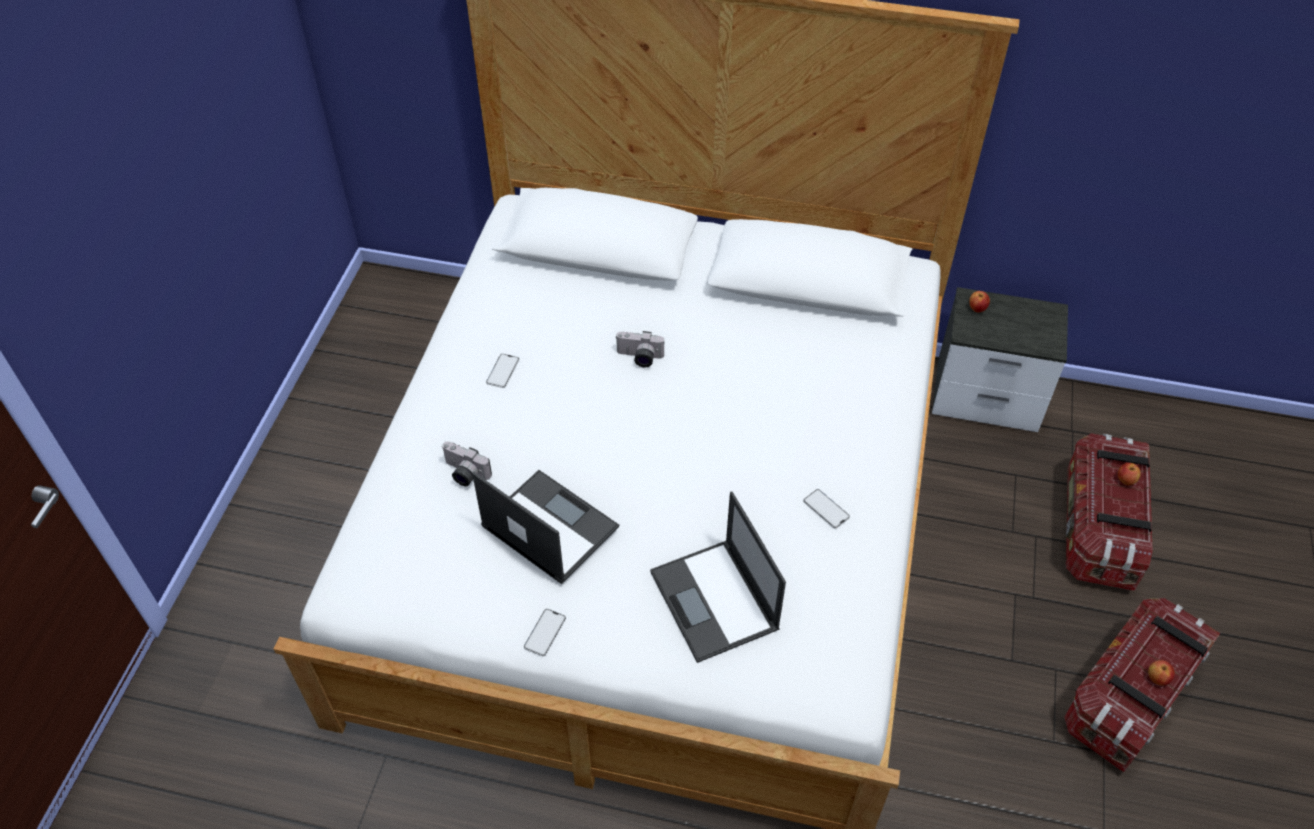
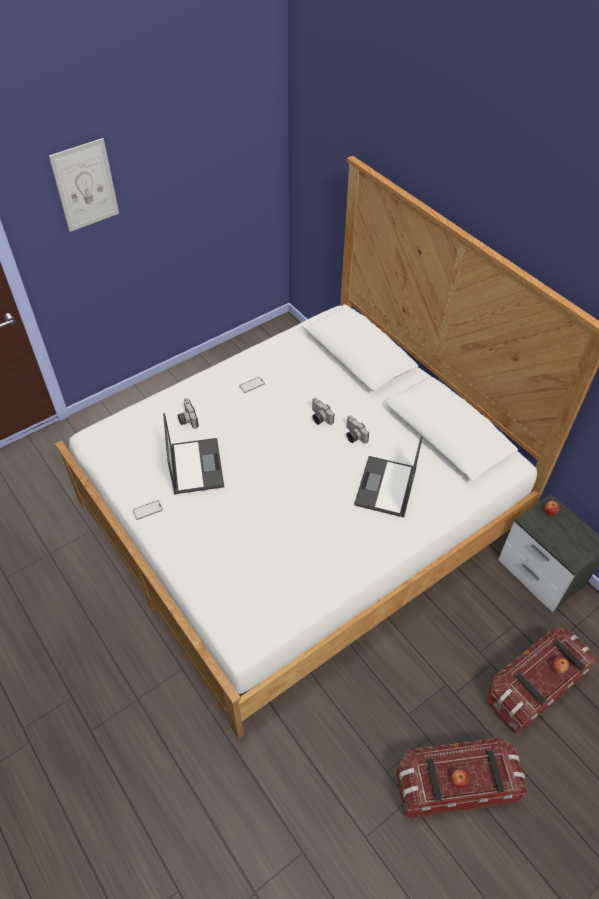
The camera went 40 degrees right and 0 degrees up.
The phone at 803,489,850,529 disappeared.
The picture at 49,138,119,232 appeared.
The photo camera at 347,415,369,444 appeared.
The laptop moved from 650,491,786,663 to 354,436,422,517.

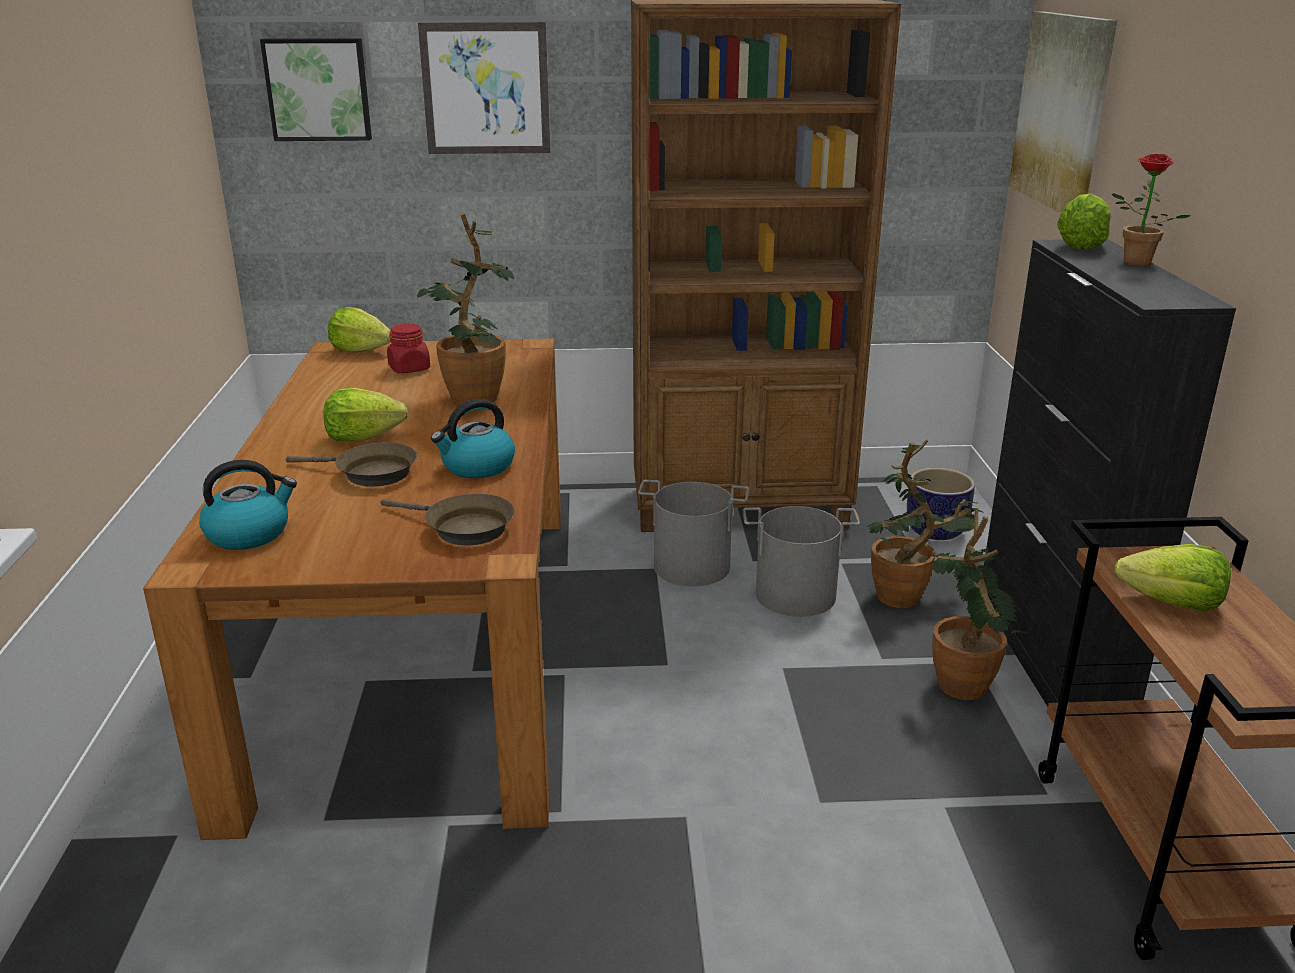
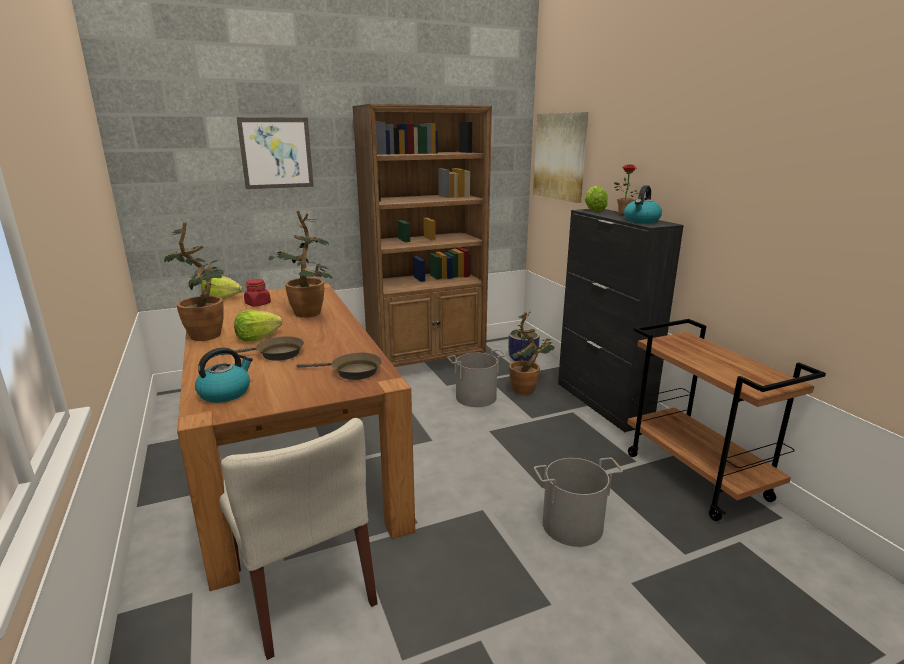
The camera went 20 degrees left and 5 degrees down.
The picture at 260,38,372,141 disappeared.
The lettuce at 1114,544,1231,611 disappeared.
The chair/beige at 219,418,378,660 appeared.
The kettle moved from 431,399,515,478 to 624,185,662,223.
The bucket/grey moved from 638,480,749,586 to 534,457,623,547.
The potted plant moved from 932,508,1027,700 to 164,221,224,341.

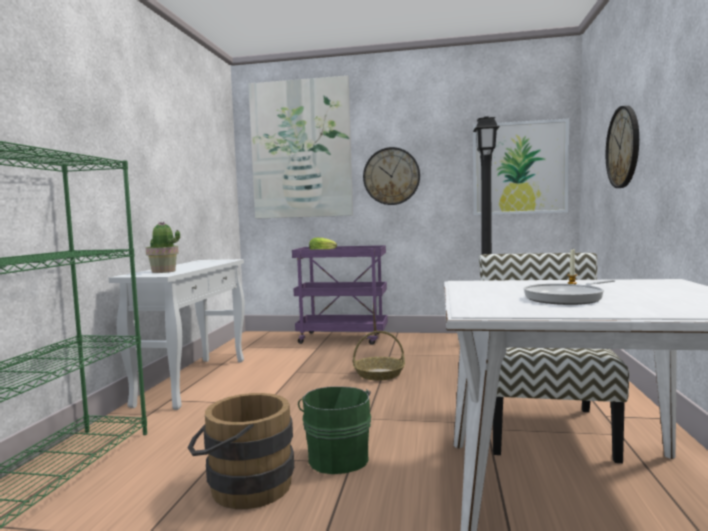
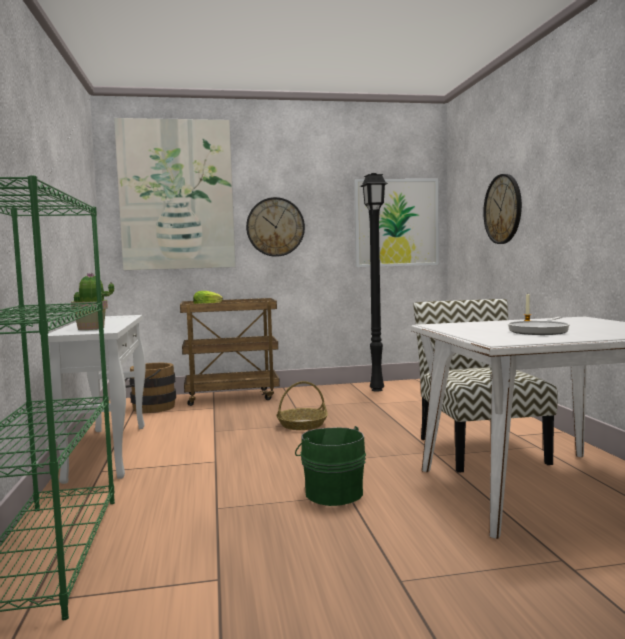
The camera went 20 degrees left and 0 degrees up.
The bucket/brown moved from 188,393,294,509 to 125,363,176,413.
The cart/purple at 292,245,388,345 became the cart/brown at 180,298,280,406.

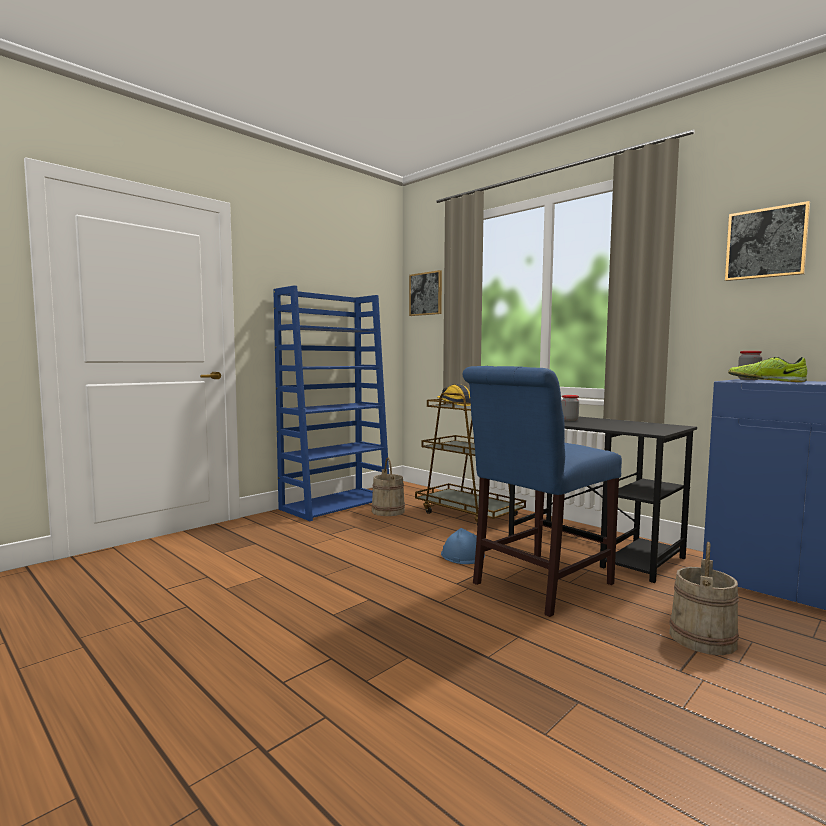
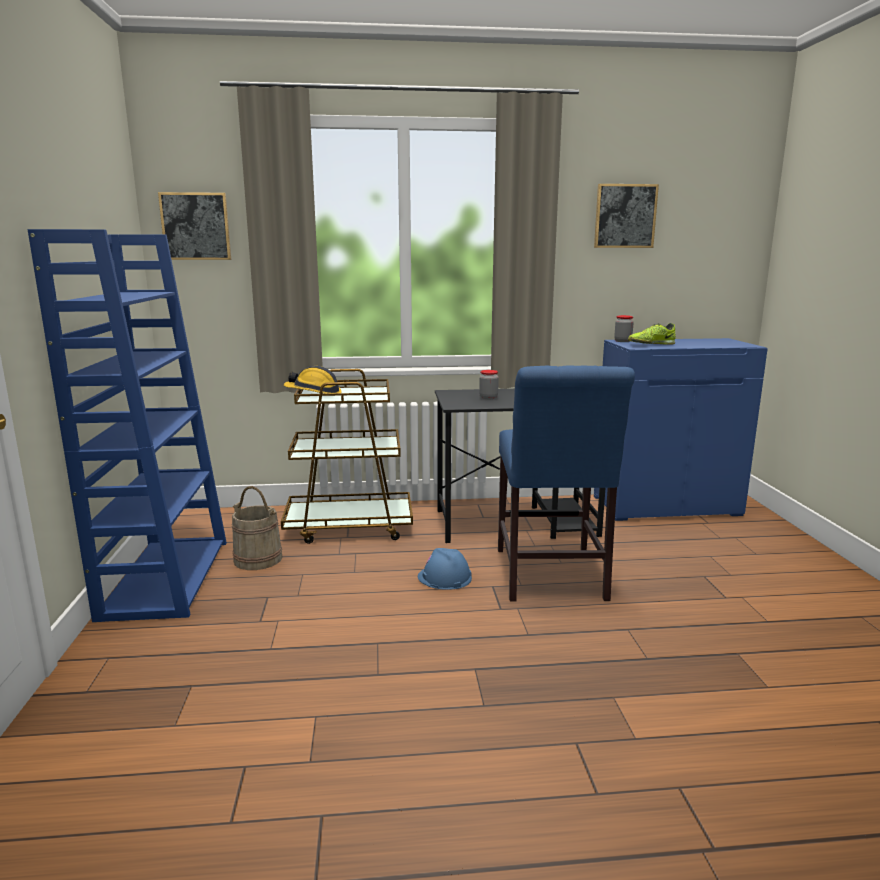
The camera went 50 degrees left and 10 degrees up.
The bucket/beige at 669,542,739,655 disappeared.

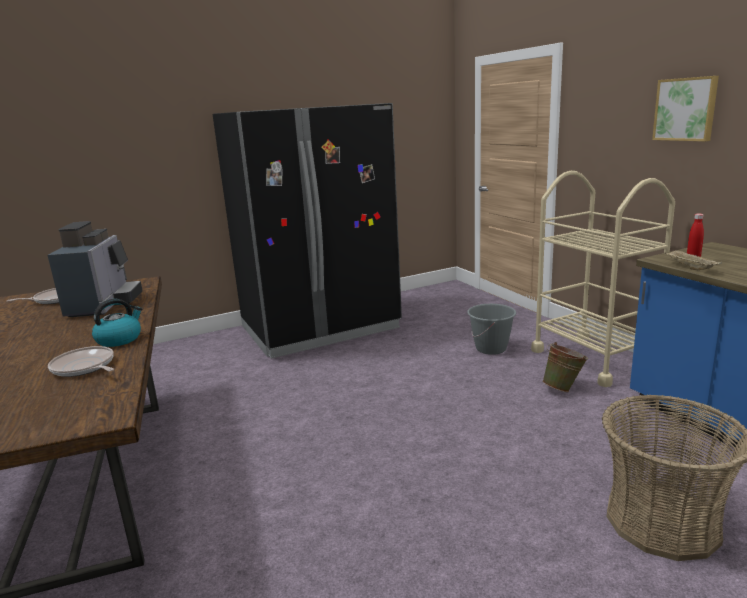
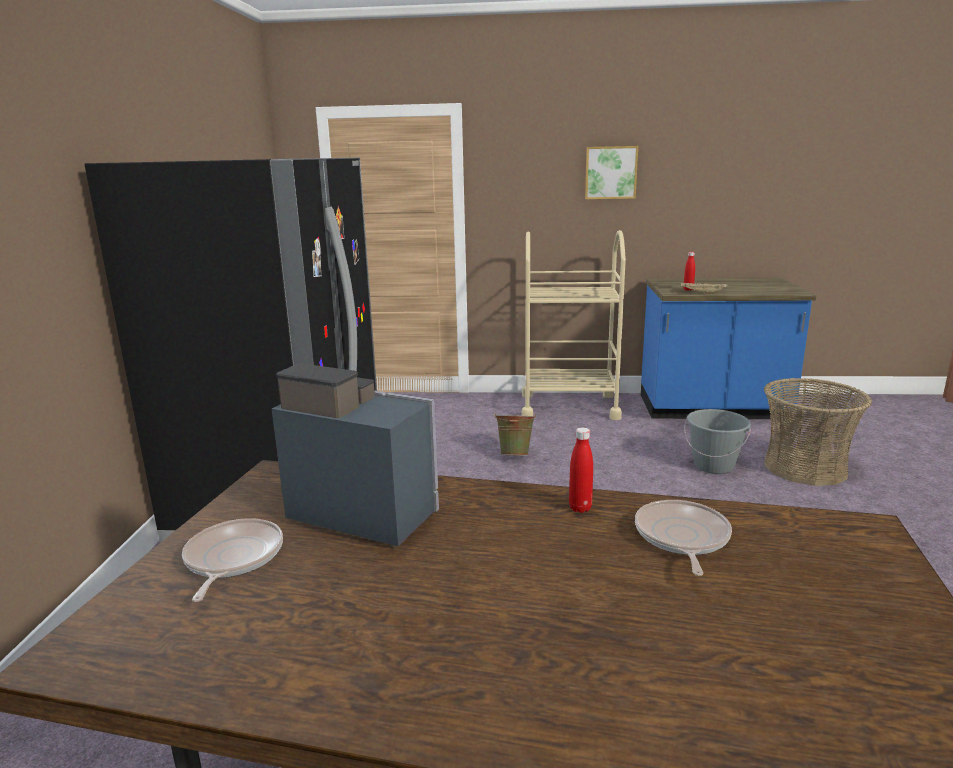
The camera went 60 degrees left and 0 degrees up.
The bucket/grey moved from 467,304,516,355 to 684,409,751,474.
The bucket/green moved from 542,342,589,392 to 494,414,536,456.
The kettle at 92,299,142,347 was replaced by the bottle/red at 569,427,593,513.
The frying pan at 48,346,114,377 turned 120 degrees clockwise.

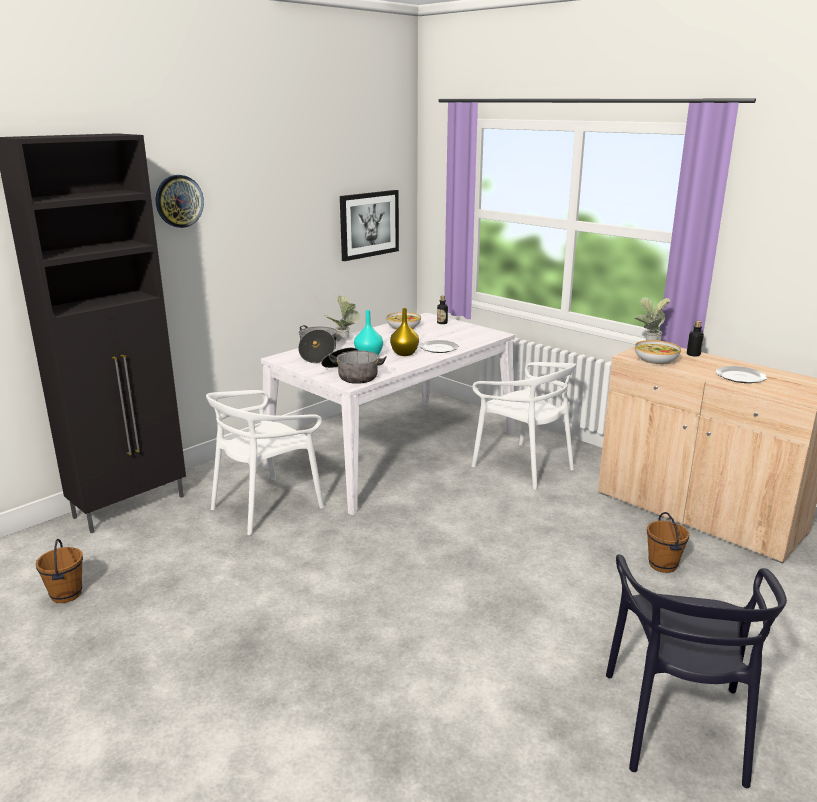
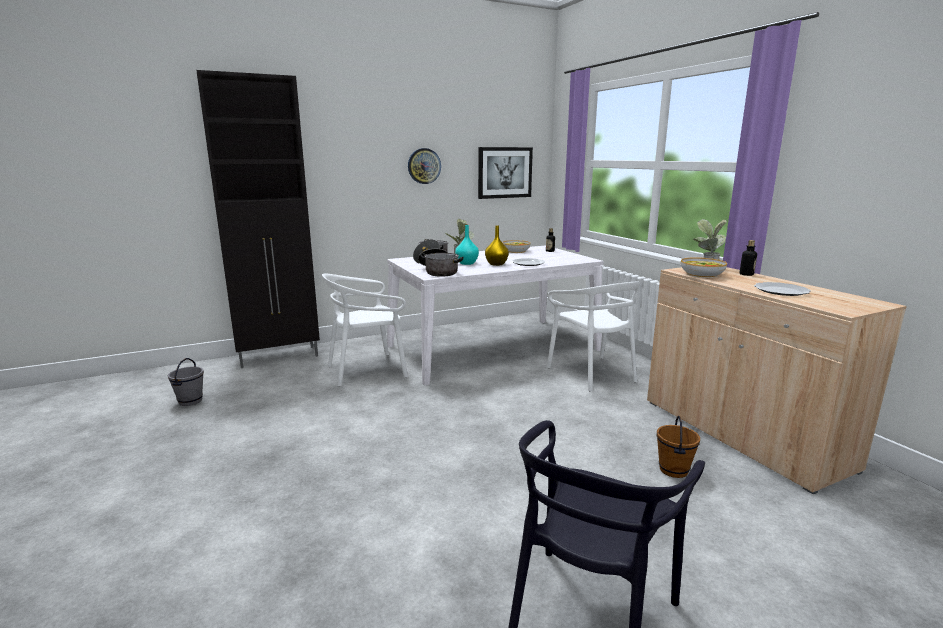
The camera went 20 degrees right and 5 degrees down.
The wall clock moved from 156,175,204,228 to 408,148,441,184.
The bucket/brown at 36,539,83,603 became the bucket/grey at 168,358,204,406.

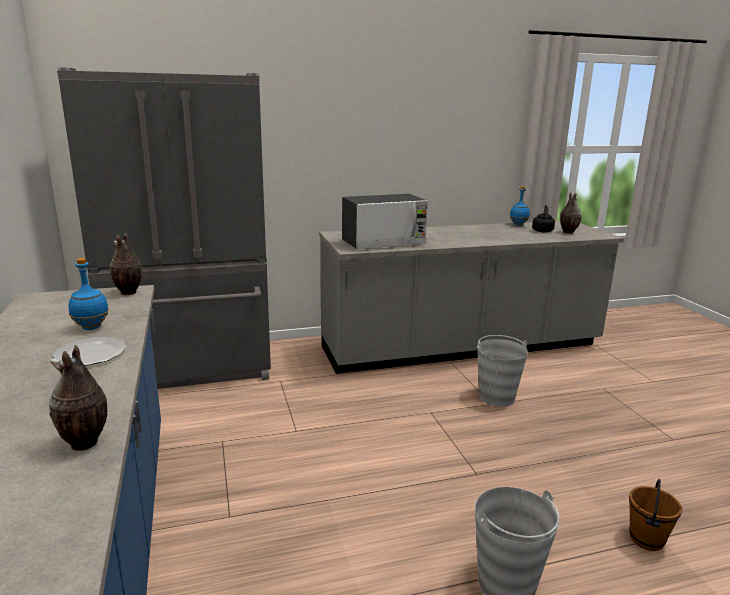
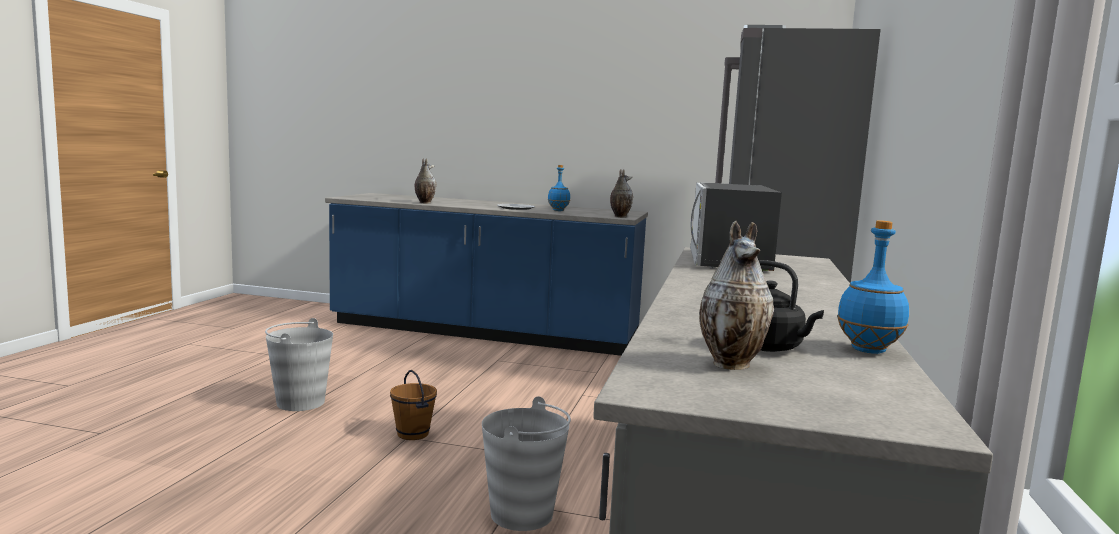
The camera went 120 degrees right and 10 degrees down.
The bucket/brown moved from 629,479,682,551 to 390,370,437,440.

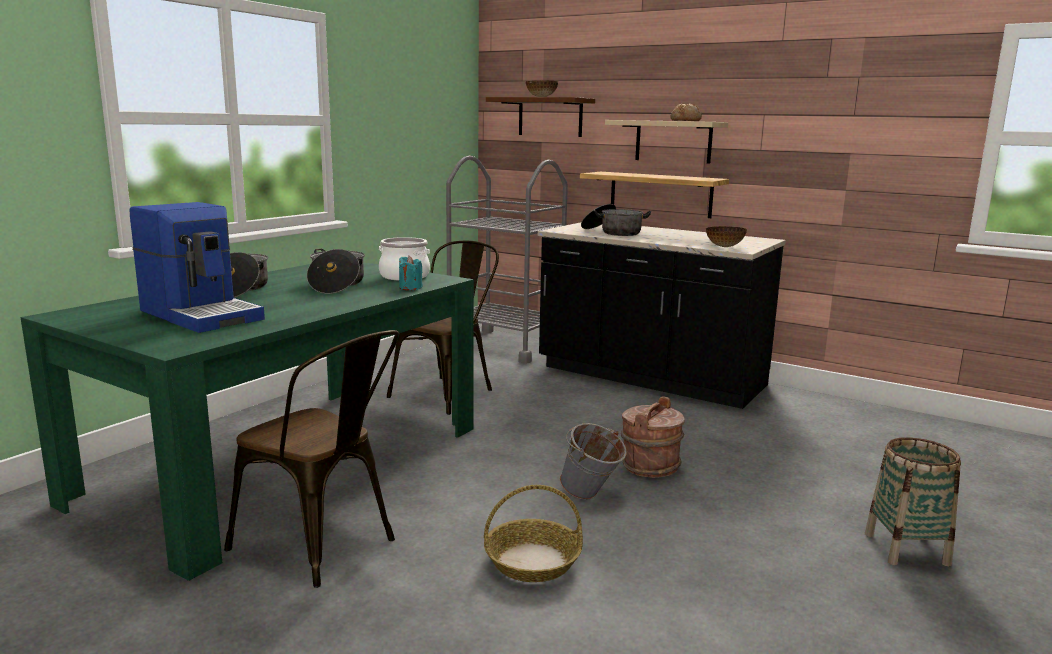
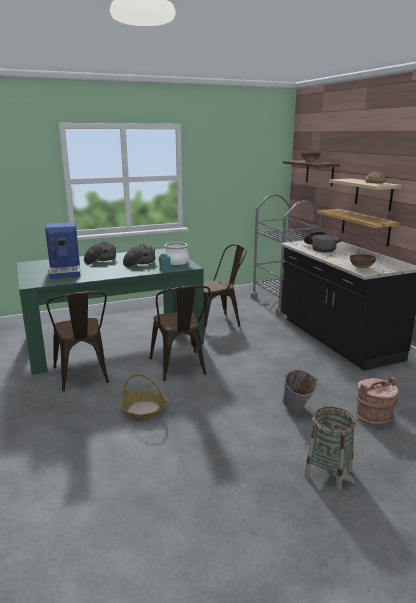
The camera went 35 degrees right and 5 degrees up.
The chair/brown at 149,286,210,381 appeared.
The bucket/grey moved from 560,423,627,500 to 283,369,318,411.
The bucket/brown moved from 621,396,685,478 to 355,377,398,426.

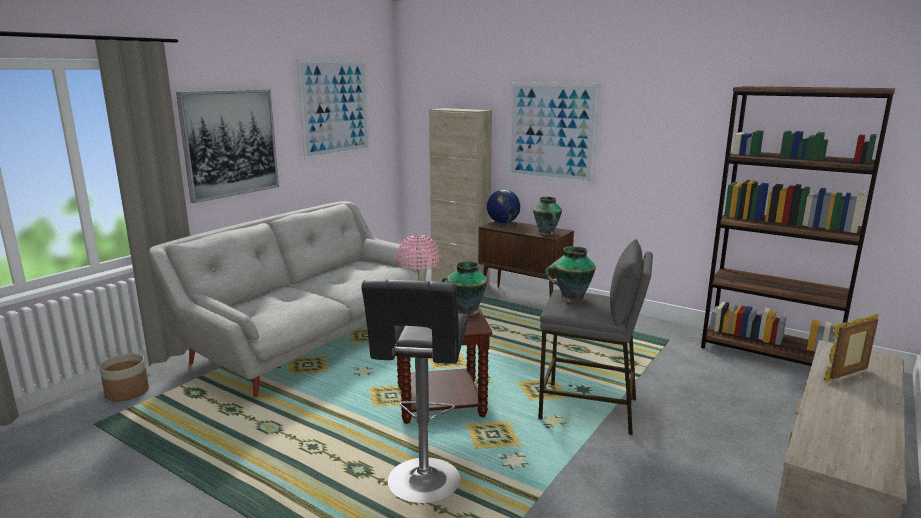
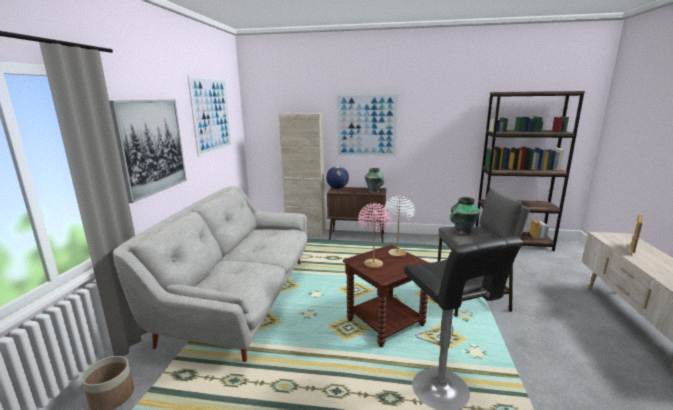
The camera went 25 degrees left and 0 degrees up.
The vase at 442,261,488,315 was replaced by the table lamp/white at 384,196,415,257.

